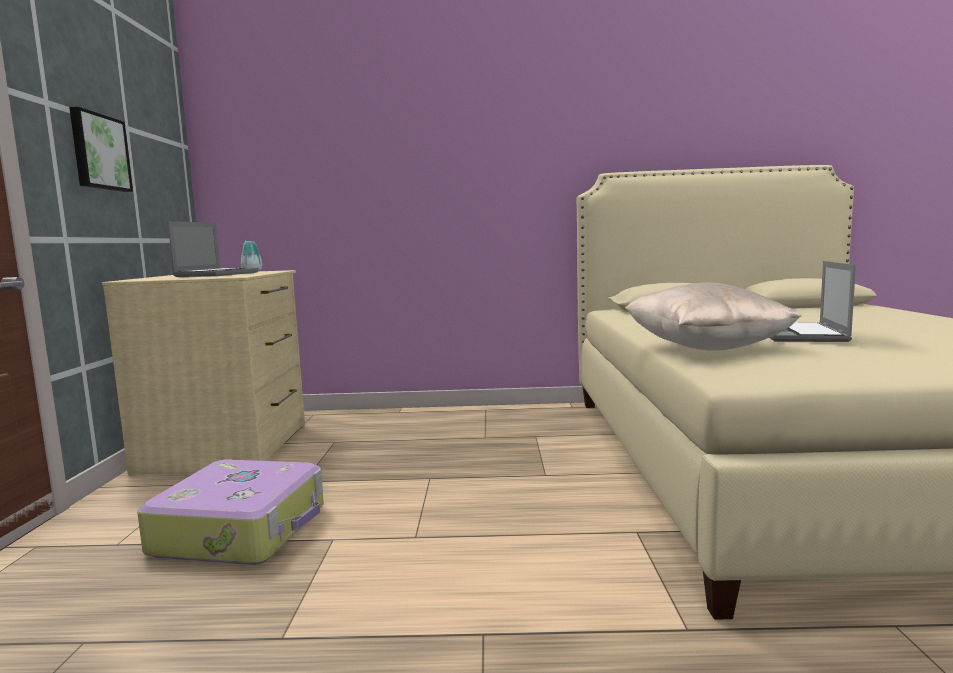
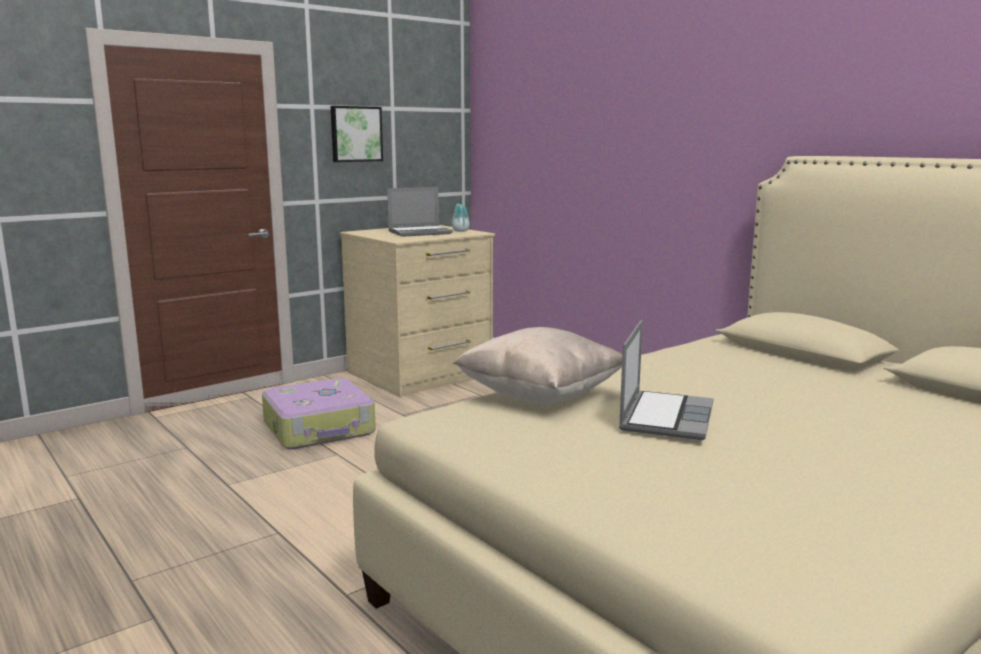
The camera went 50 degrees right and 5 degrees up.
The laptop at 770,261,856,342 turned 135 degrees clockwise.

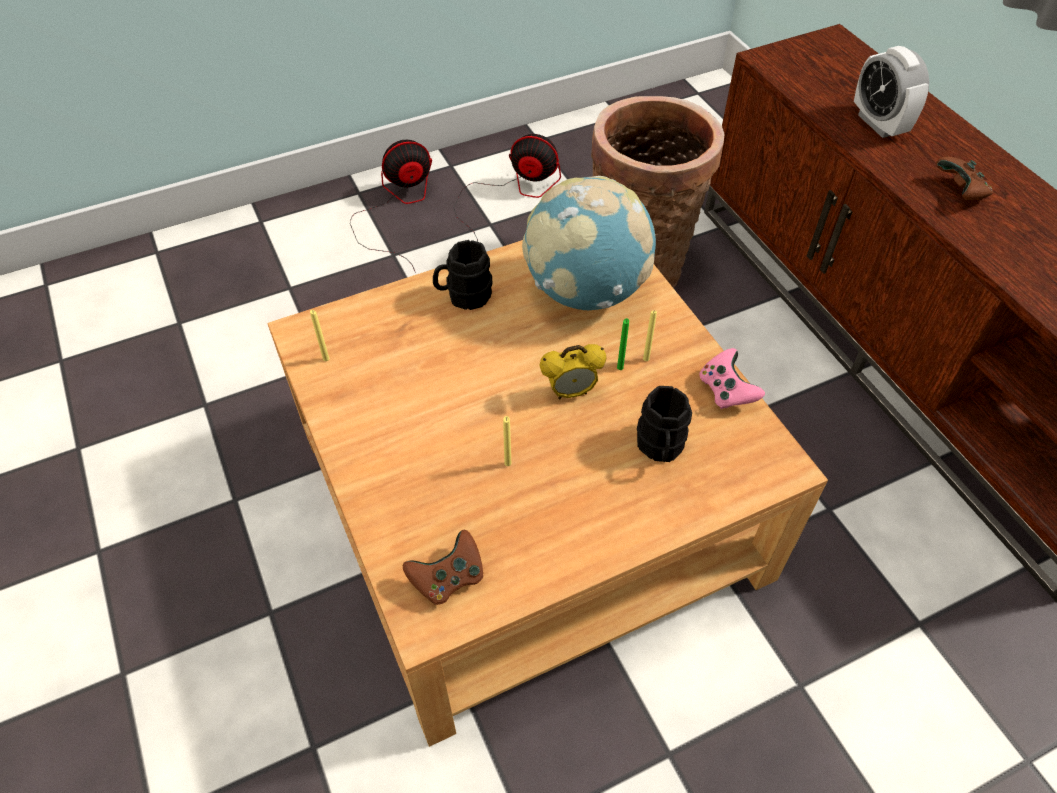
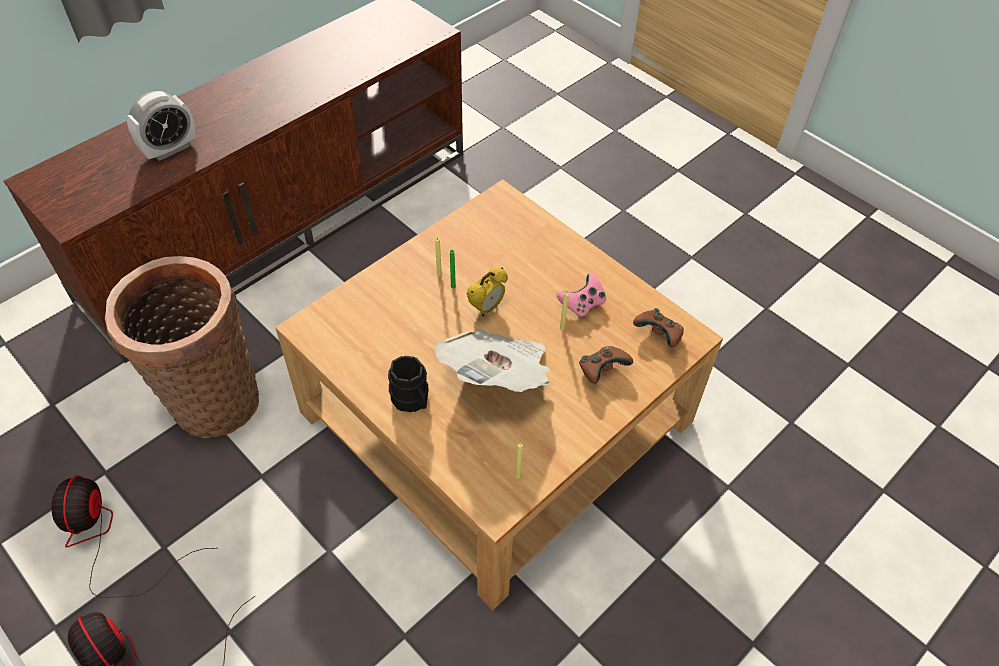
The camera went 110 degrees left and 0 degrees up.
The globe at 522,176,656,310 disappeared.
The mug/black at 637,386,692,462 disappeared.
The newspaper at 435,329,550,392 appeared.
The game controller/pink moved from 700,348,765,409 to 557,273,606,318.
The game controller/brown moved from 936,157,993,200 to 579,346,633,384.
The alarm clock at 539,344,606,400 turned 75 degrees clockwise.

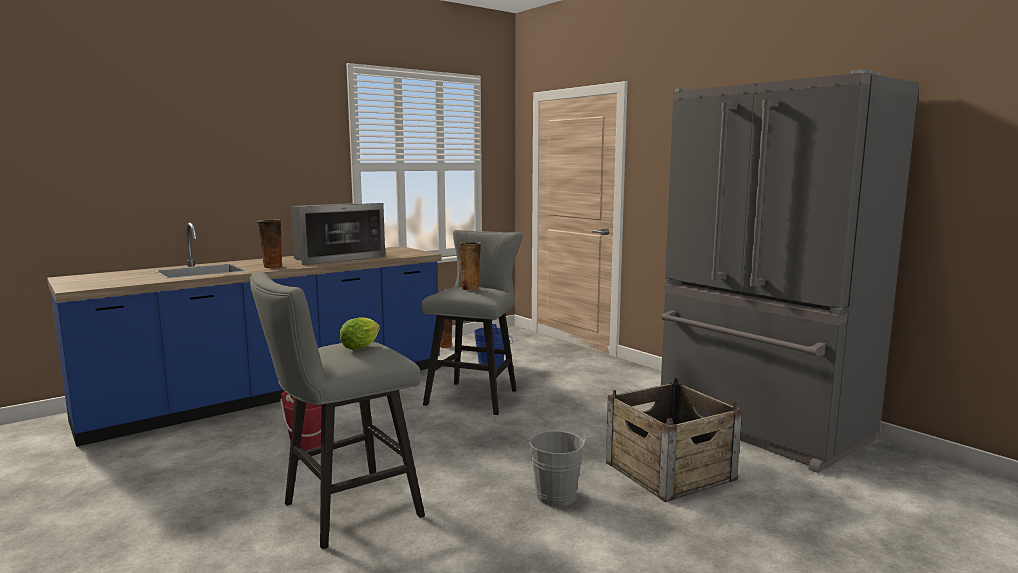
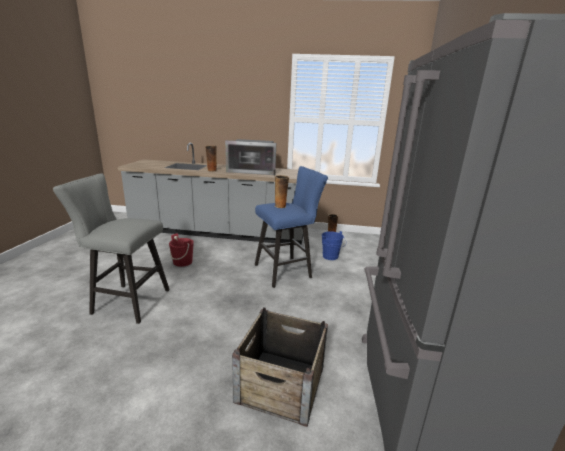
The camera went 45 degrees right and 10 degrees up.
The lettuce at 339,317,380,350 disappeared.
The bucket/grey at 527,431,587,507 disappeared.
The counter/blue at 47,223,441,447 became the counter/grey at 118,142,303,245.
The stool/grey at 421,230,523,415 became the stool/blue at 255,166,328,288.

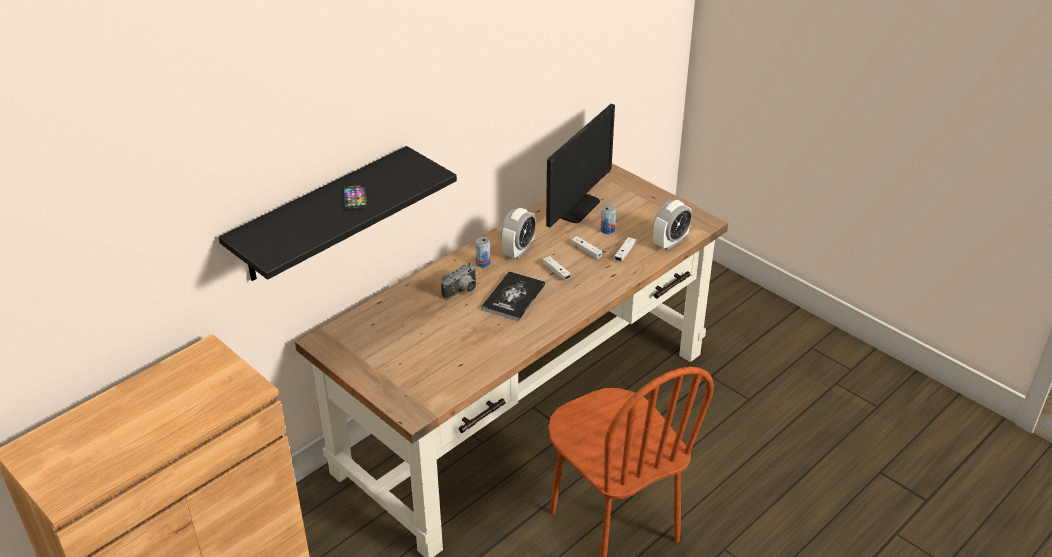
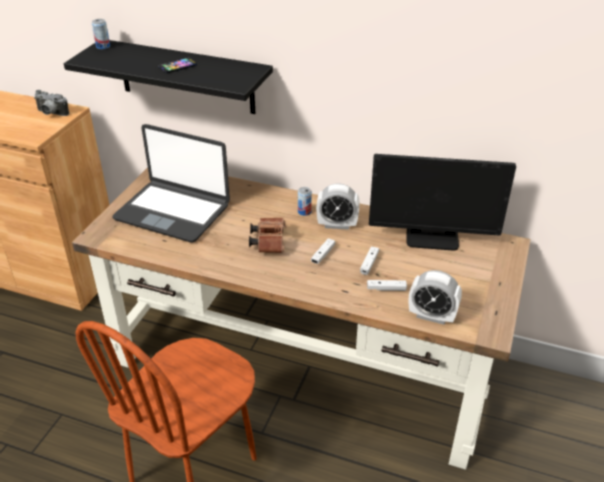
The camera went 65 degrees right and 0 degrees up.
The laptop at 112,124,230,243 appeared.
The photo camera moved from 441,263,476,299 to 34,90,69,116.
The can moved from 601,205,616,234 to 92,19,110,49.
The book at 481,271,545,321 was replaced by the binoculars/brown at 249,218,286,253.

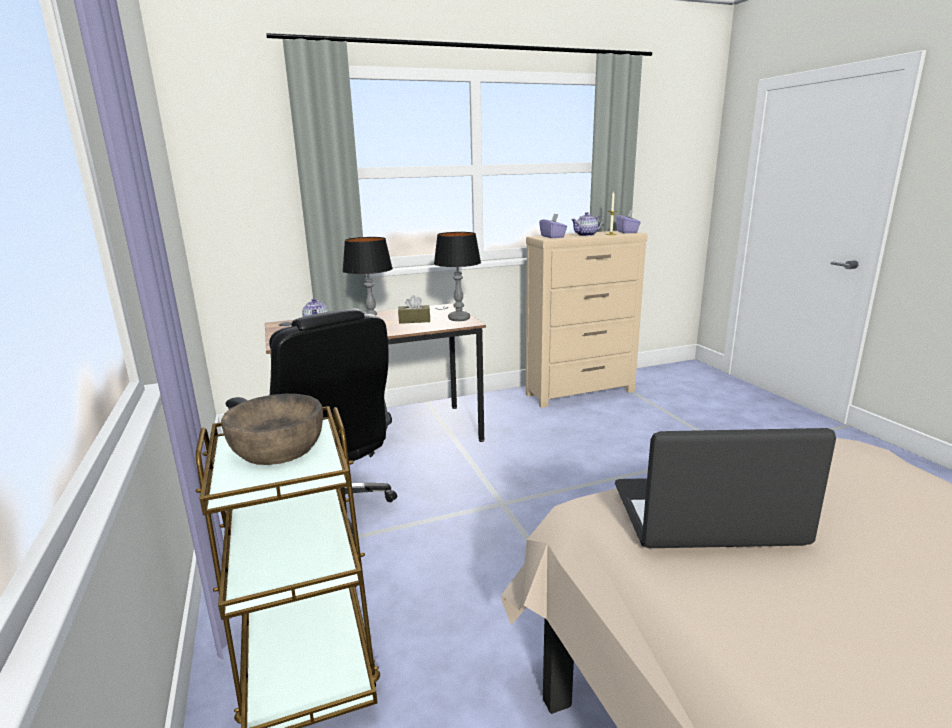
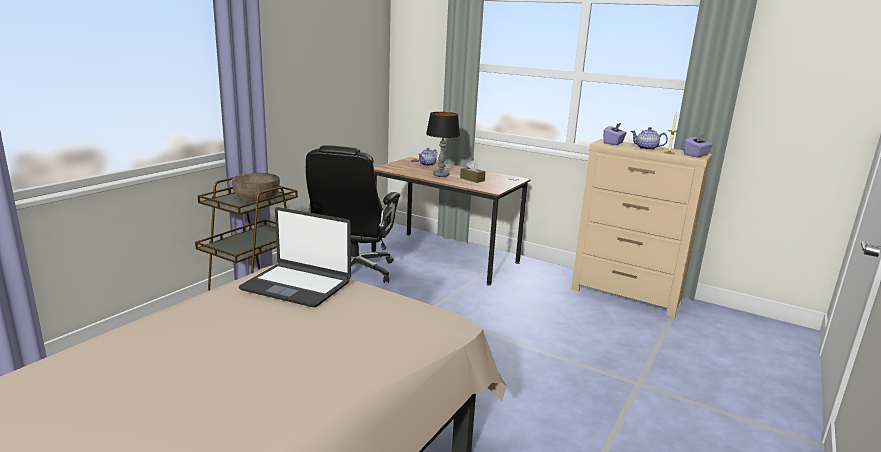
The camera went 50 degrees right and 0 degrees up.
The table lamp at 434,232,481,321 disappeared.
The laptop at 615,428,836,548 turned 150 degrees clockwise.

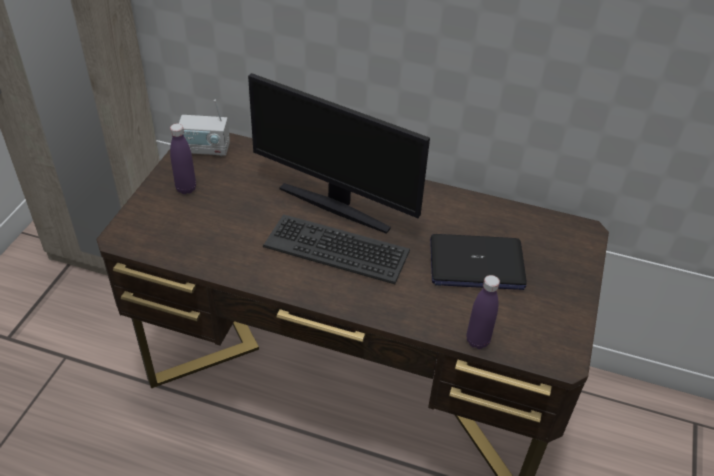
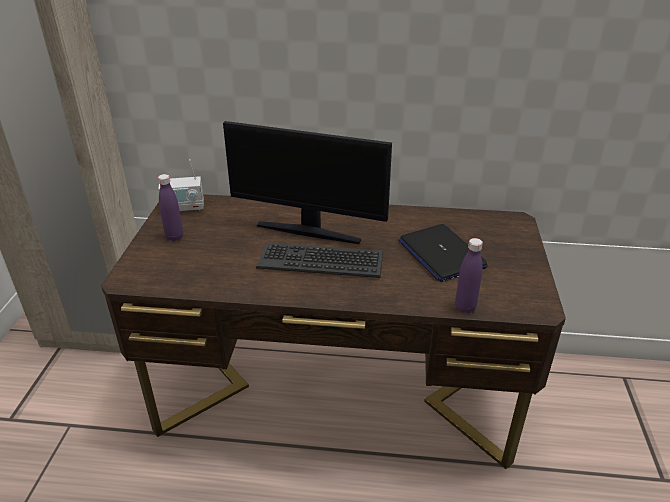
The camera went 10 degrees left and 10 degrees down.
The laptop at 430,234,527,290 turned 75 degrees clockwise.

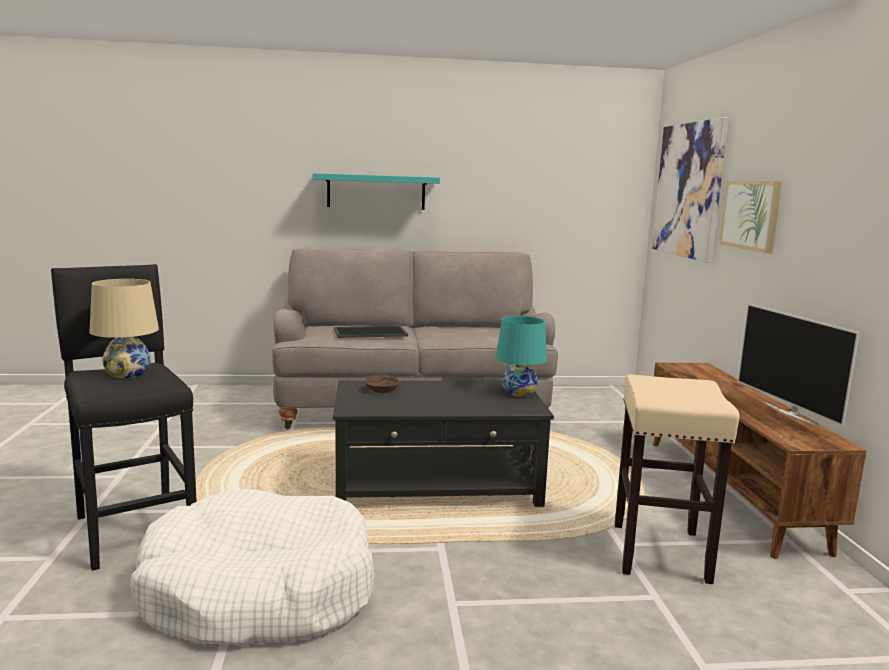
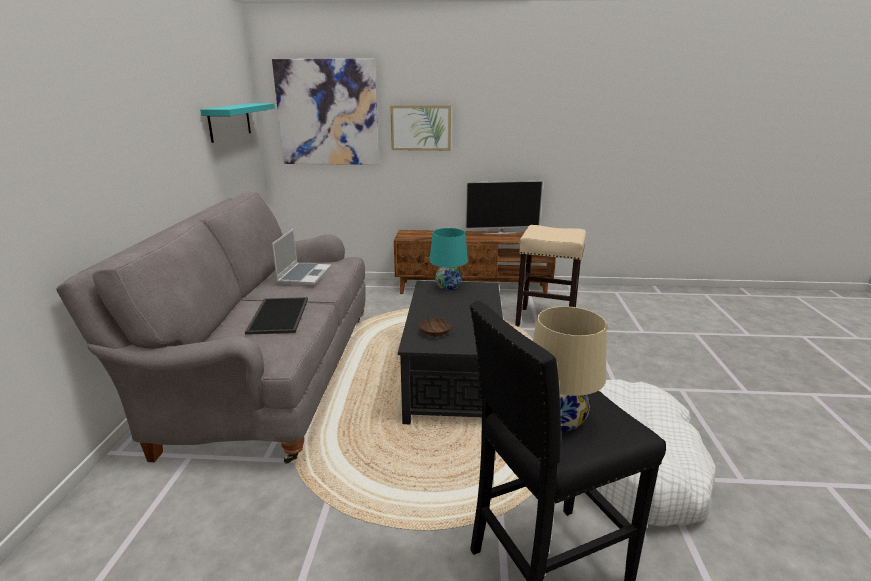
The camera went 80 degrees left and 10 degrees up.
The laptop at 272,229,331,285 appeared.
The shelf/turquoise moved from 312,173,440,210 to 200,103,275,143.

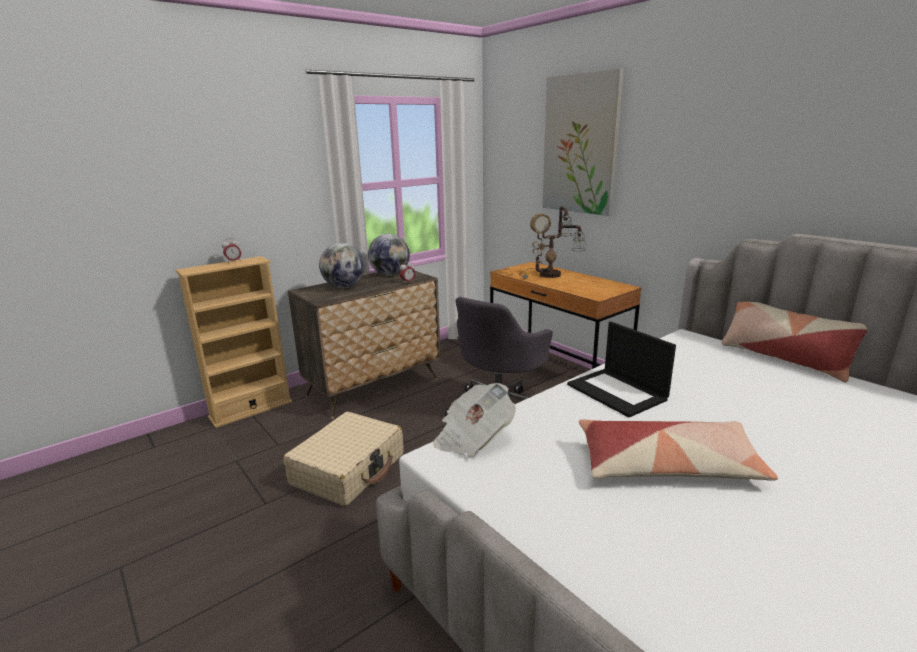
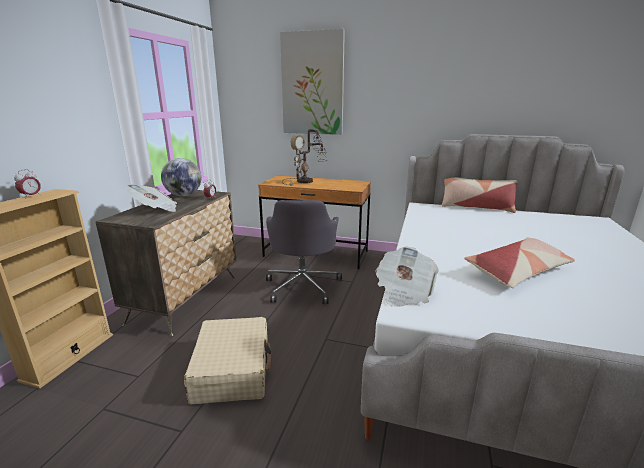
The camera went 35 degrees left and 0 degrees up.
The laptop at 567,321,676,417 disappeared.
The globe at 319,243,365,288 was replaced by the newspaper at 127,184,177,212.

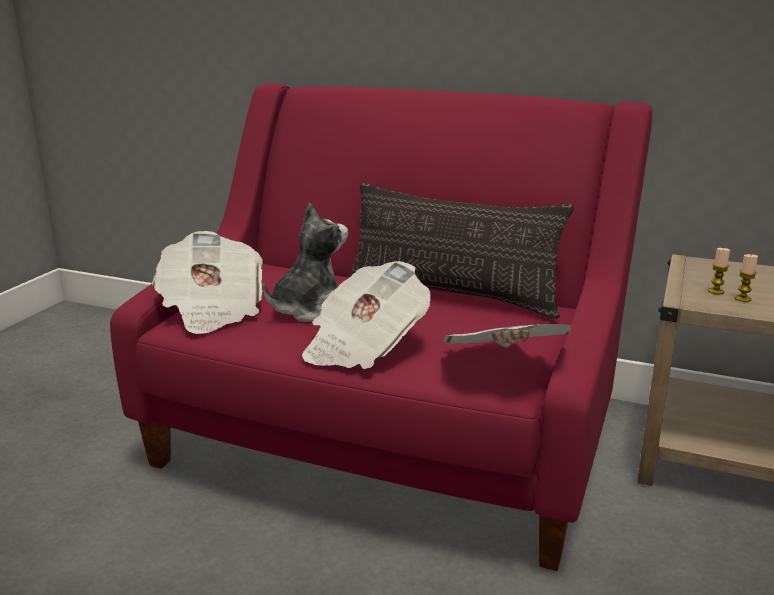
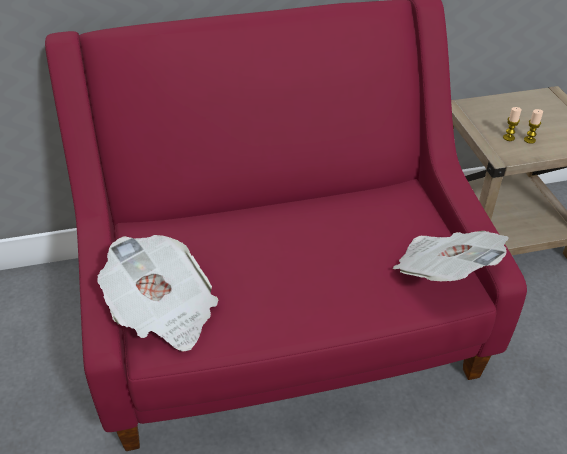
The camera went 35 degrees left and 20 degrees up.
The plush toy at 263,203,348,322 disappeared.
The newspaper at 302,261,431,369 disappeared.
The pillow at 347,182,574,319 disappeared.

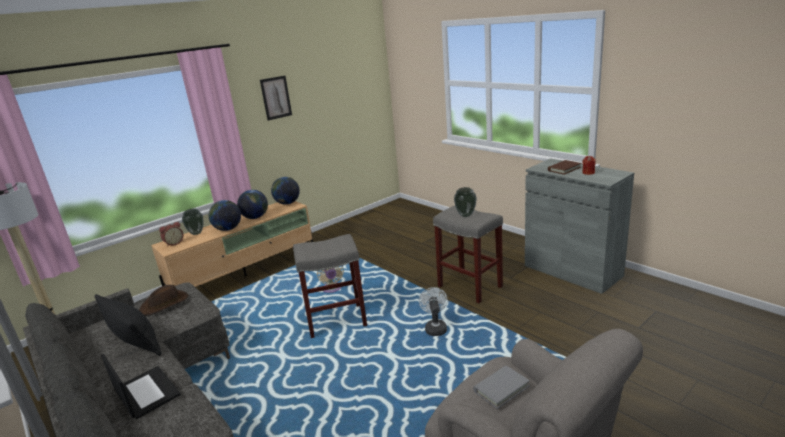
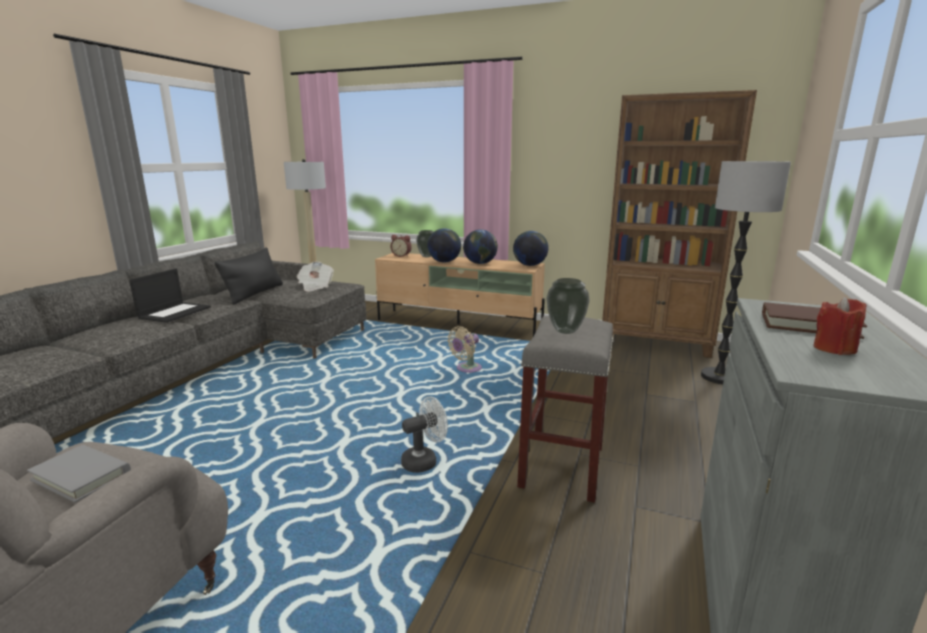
The camera went 60 degrees right and 5 degrees down.
The picture at 260,76,292,121 disappeared.
The stool/grey at 293,234,367,338 disappeared.
The bookcase/brown at 602,90,757,358 appeared.
The floor lamp at 701,161,791,385 appeared.
The hat/brown at 139,285,189,316 was replaced by the newspaper at 297,262,334,291.

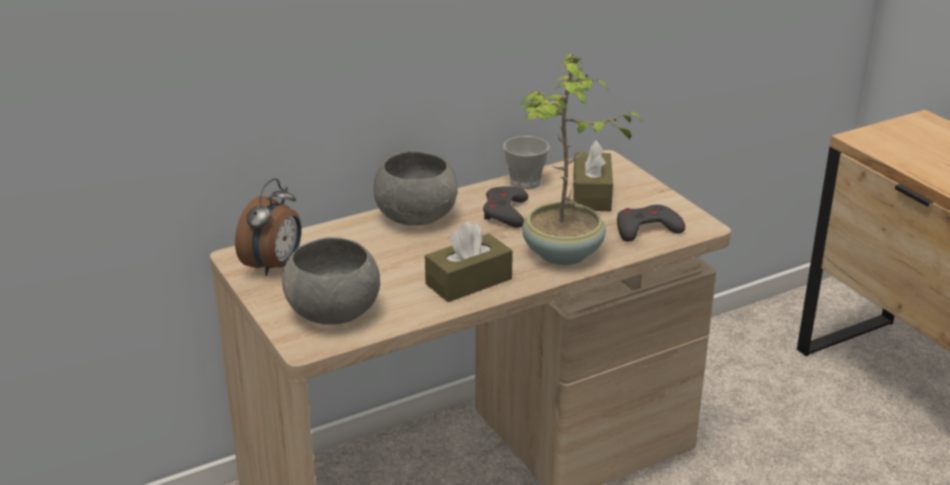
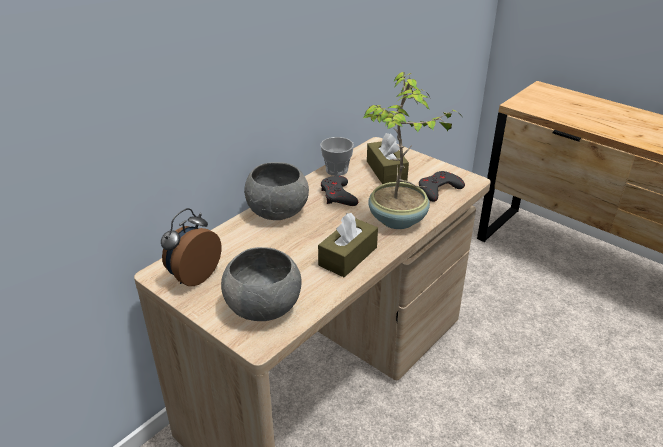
The camera went 20 degrees left and 5 degrees up.
The alarm clock at 235,178,301,276 turned 150 degrees counterclockwise.

